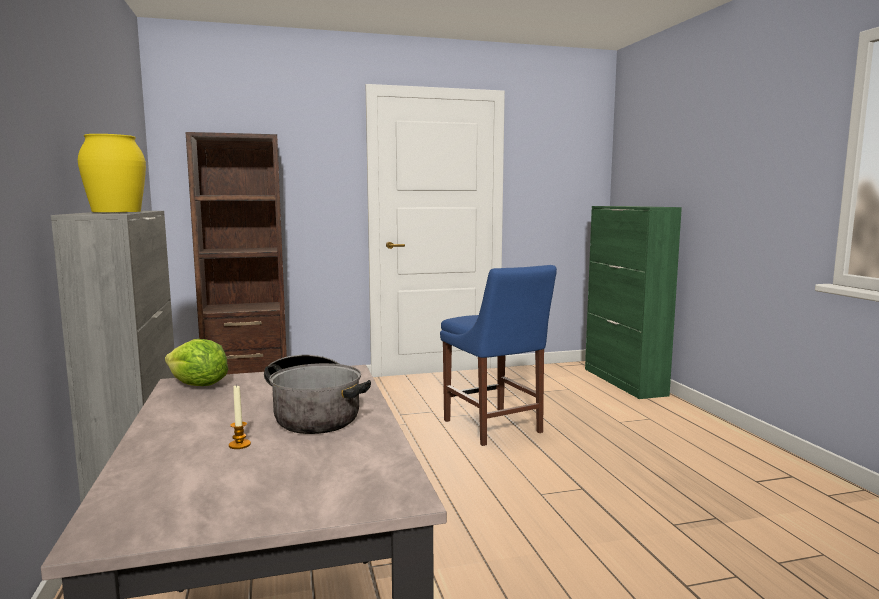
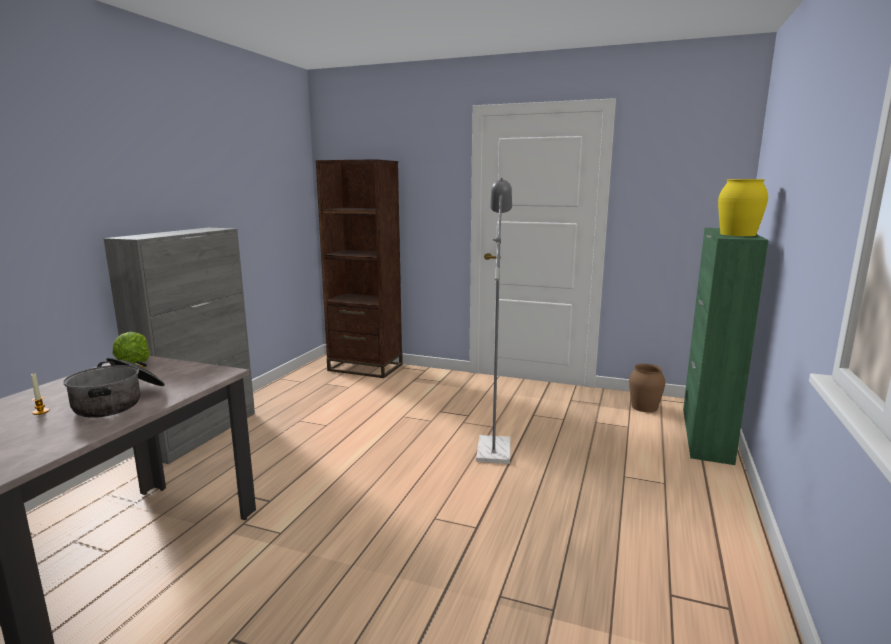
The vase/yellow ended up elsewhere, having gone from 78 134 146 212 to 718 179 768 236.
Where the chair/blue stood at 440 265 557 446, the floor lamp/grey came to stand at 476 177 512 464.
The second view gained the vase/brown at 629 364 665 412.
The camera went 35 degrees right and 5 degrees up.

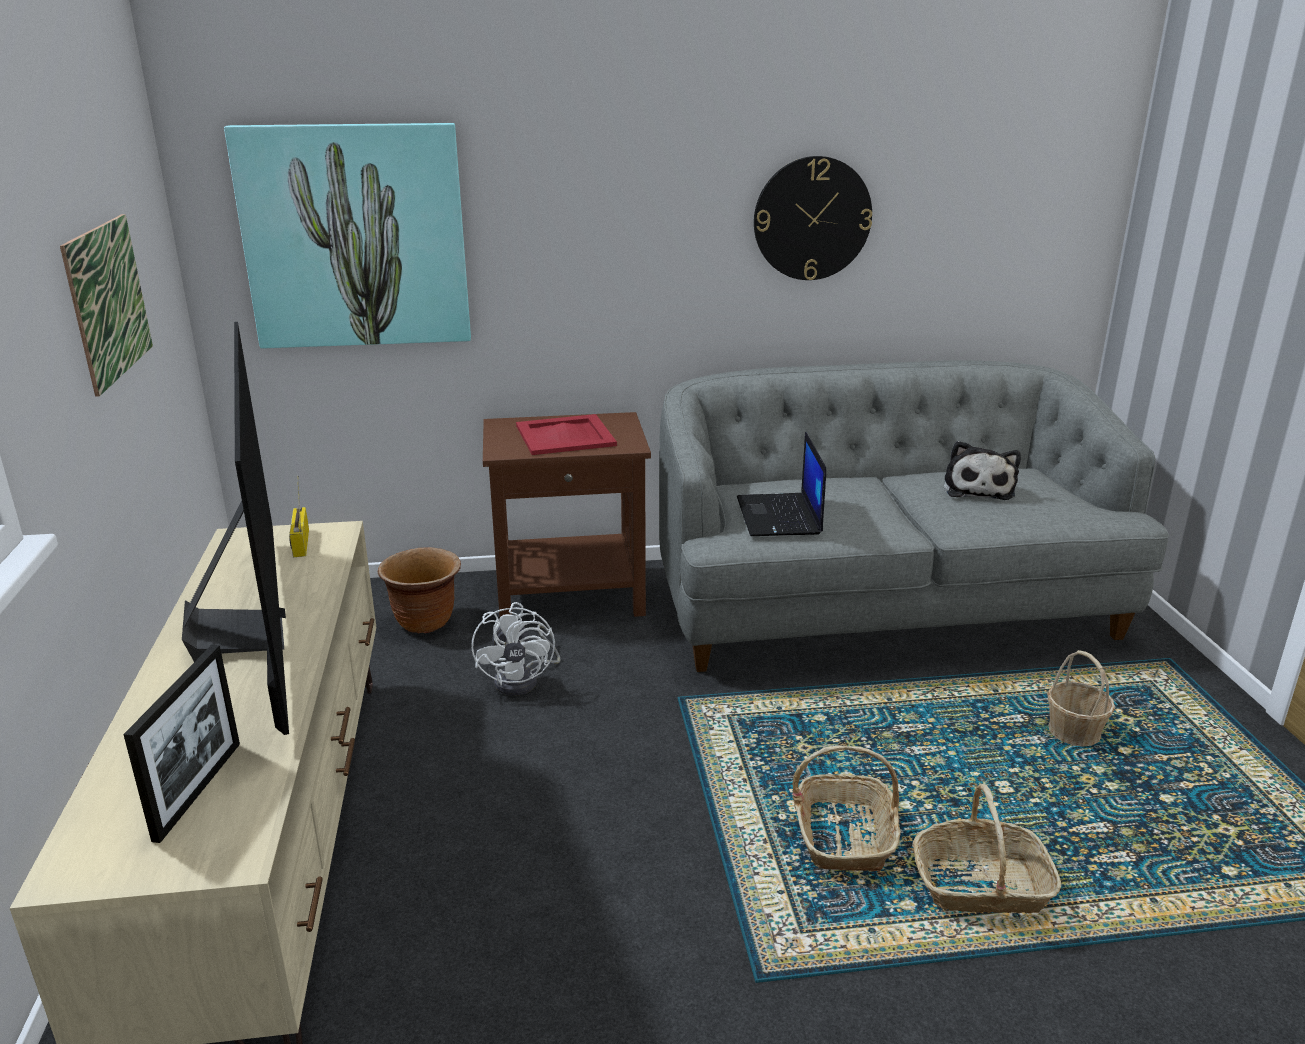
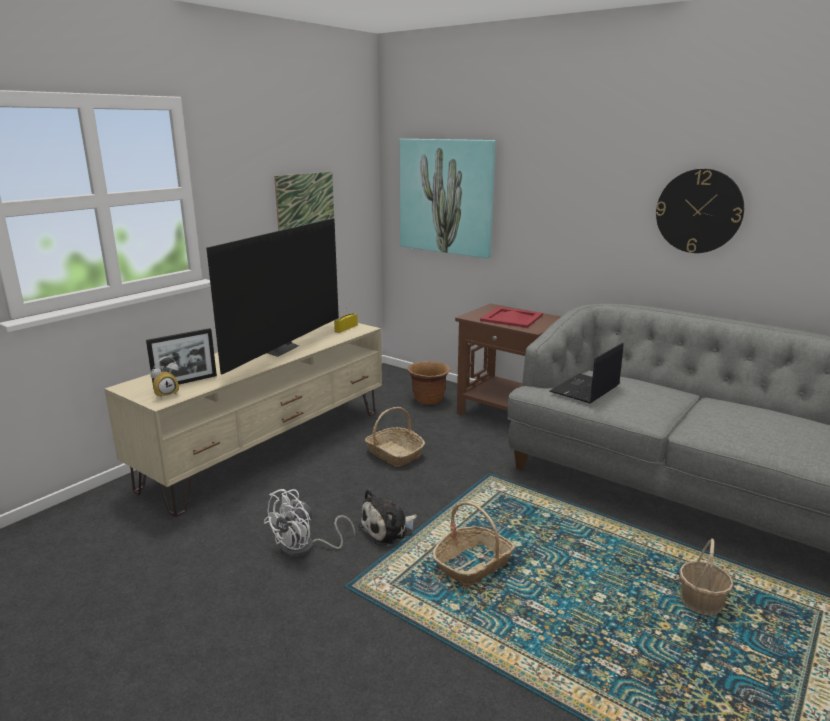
The plush toy ended up elsewhere, having gone from 944 441 1021 500 to 358 489 417 546.
The fan/white ended up elsewhere, having gone from 471 602 560 696 to 263 489 355 558.
The basket ended up elsewhere, having gone from 912 784 1061 913 to 365 407 425 467.
The second view gained the alarm clock at 151 356 179 399.
The camera went 45 degrees right and 5 degrees down.

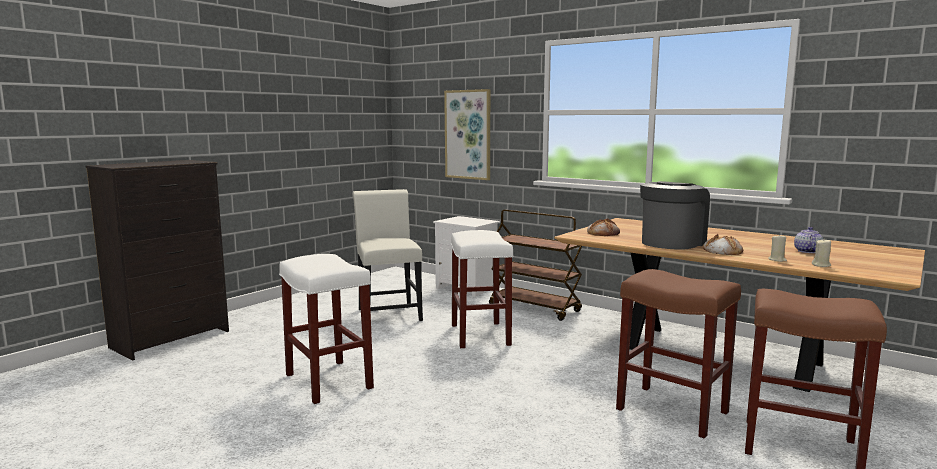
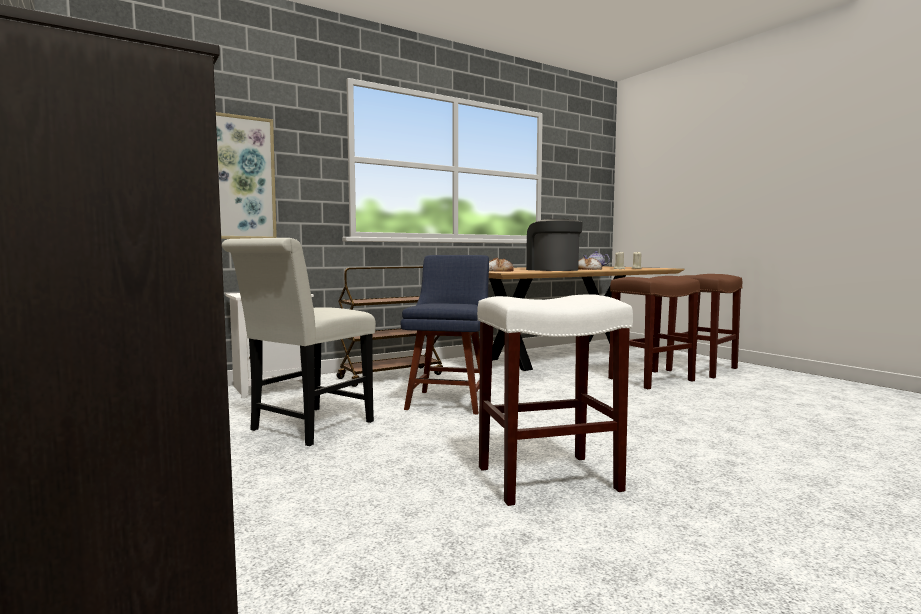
The chair/white at 353 189 423 321 ended up facing another way, 60 degrees counterclockwise from before.
Where the stool/white stood at 451 230 514 348, the chair/blue came to stand at 401 255 489 415.
The camera went 70 degrees left and 5 degrees down.

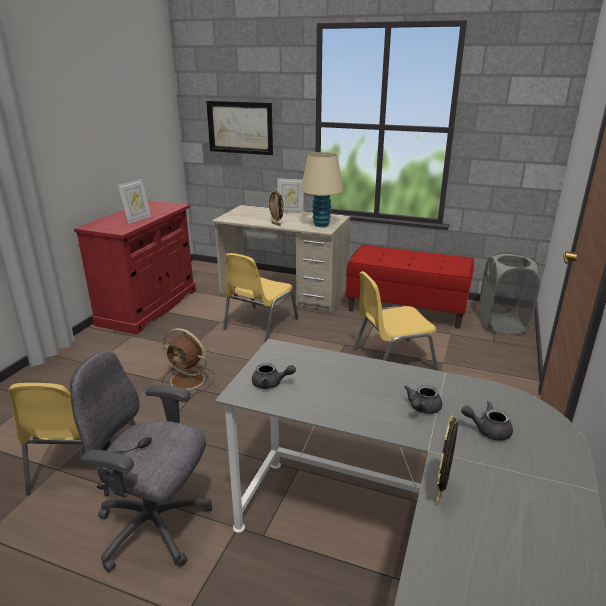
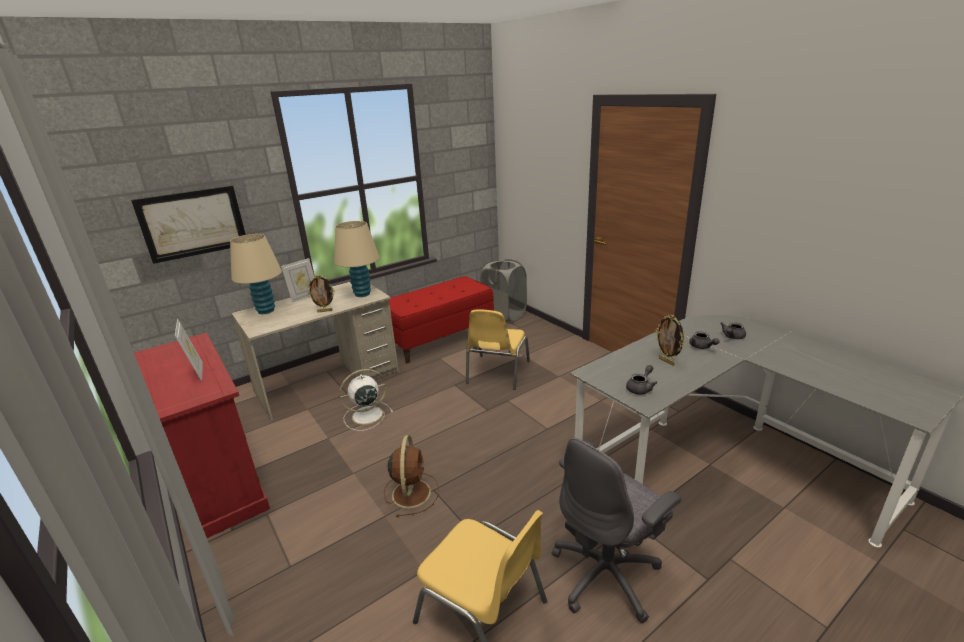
Where the chair/yellow stood at 223 253 298 342, the fan/white came to stand at 339 369 393 431.
The fan/brown at 162 328 215 395 ended up facing another way, 60 degrees counterclockwise from before.
The picture frame ended up elsewhere, having gone from 436 415 458 505 to 655 315 684 366.
The second view gained the table lamp/beige at 230 234 282 314.
The camera went 55 degrees left and 0 degrees up.

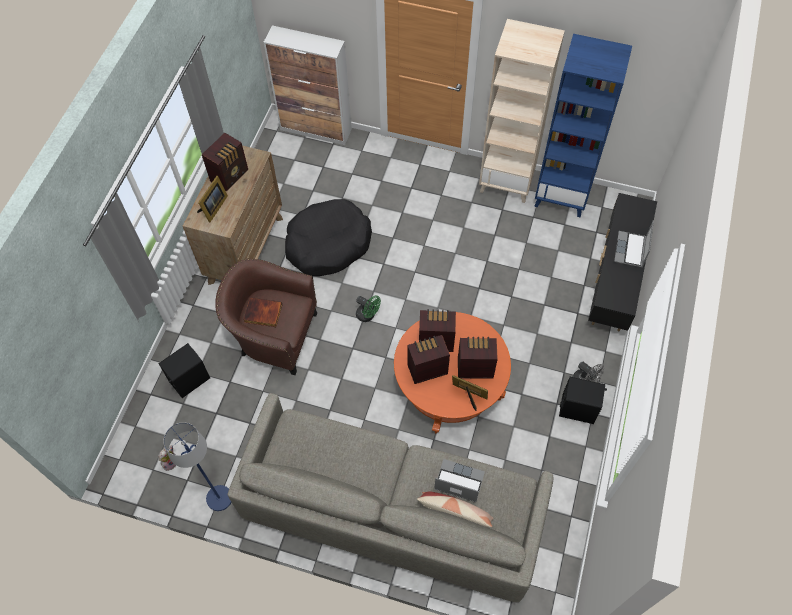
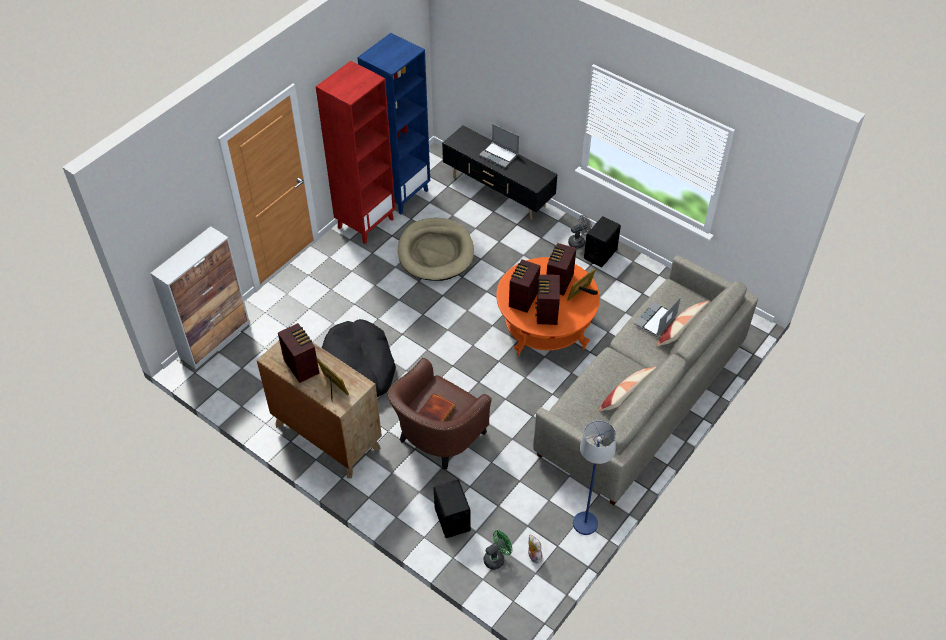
What was the bookcase/beige at 479 19 565 203 turned into the bookcase/red at 316 61 395 244.
The fan/green ended up elsewhere, having gone from 356 295 381 322 to 484 530 512 570.
The second view gained the dog bed/beige at 398 218 474 281.
The second view gained the pillow at 598 366 657 412.
The camera went 70 degrees left and 10 degrees down.

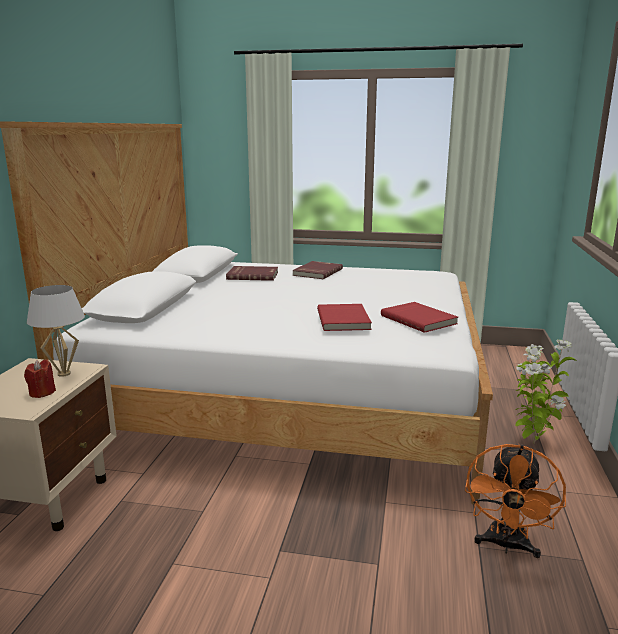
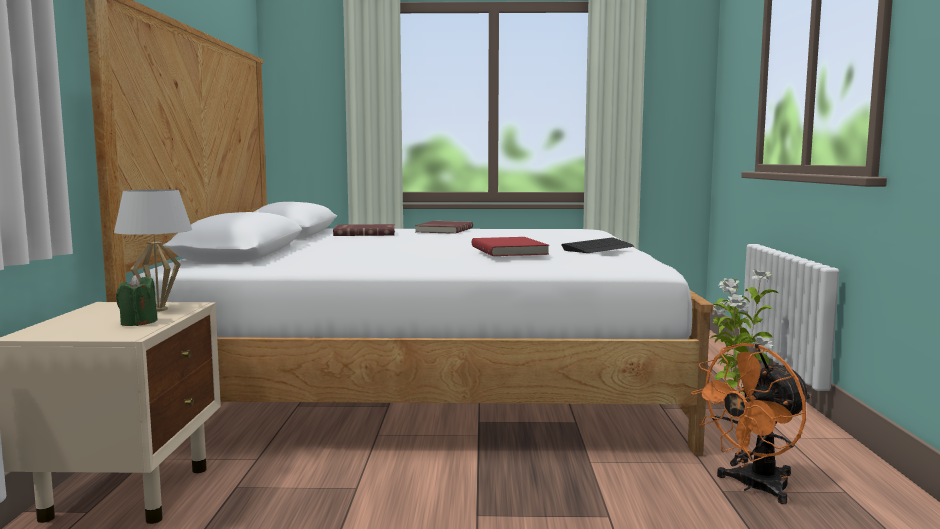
Where the book/red stood at 381 302 458 333, the keyboard came to stand at 561 237 634 253.
What was the candle/red at 24 359 56 398 turned into the candle/green at 116 275 157 326.
The fan/orange at 465 444 566 558 ended up facing another way, 45 degrees clockwise from before.
The camera went 10 degrees left and 10 degrees down.

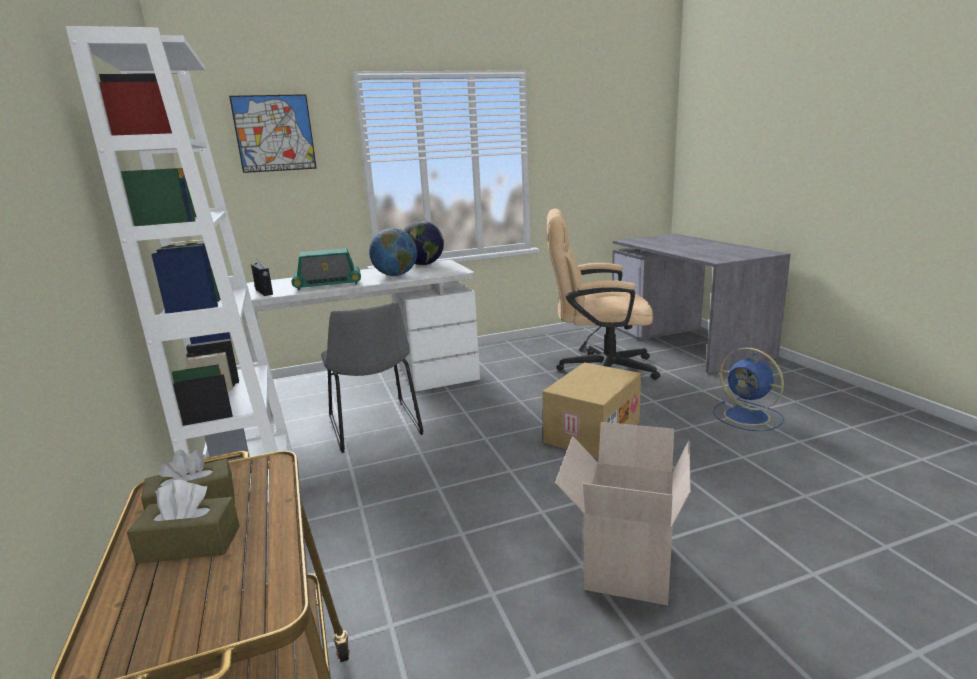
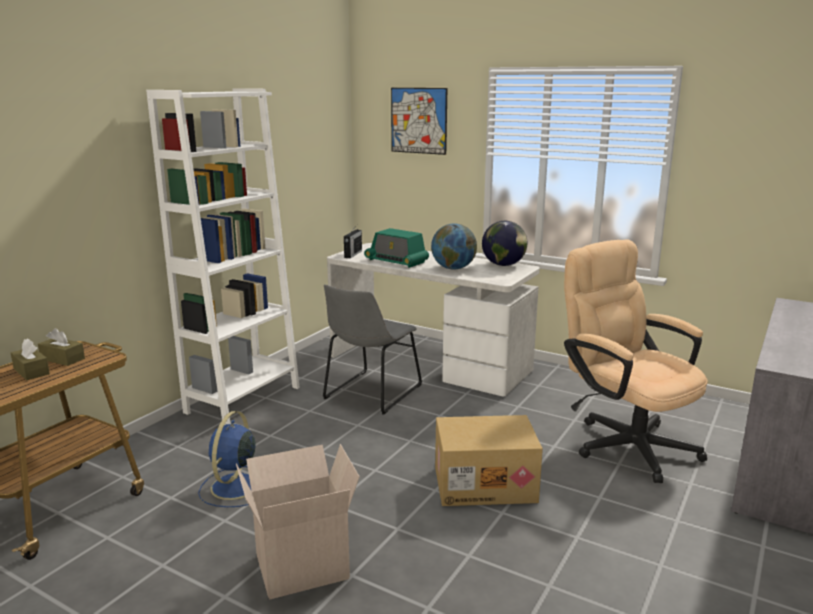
The fan/blue ended up elsewhere, having gone from 713 348 784 431 to 198 411 256 507.
The camera went 50 degrees right and 0 degrees up.

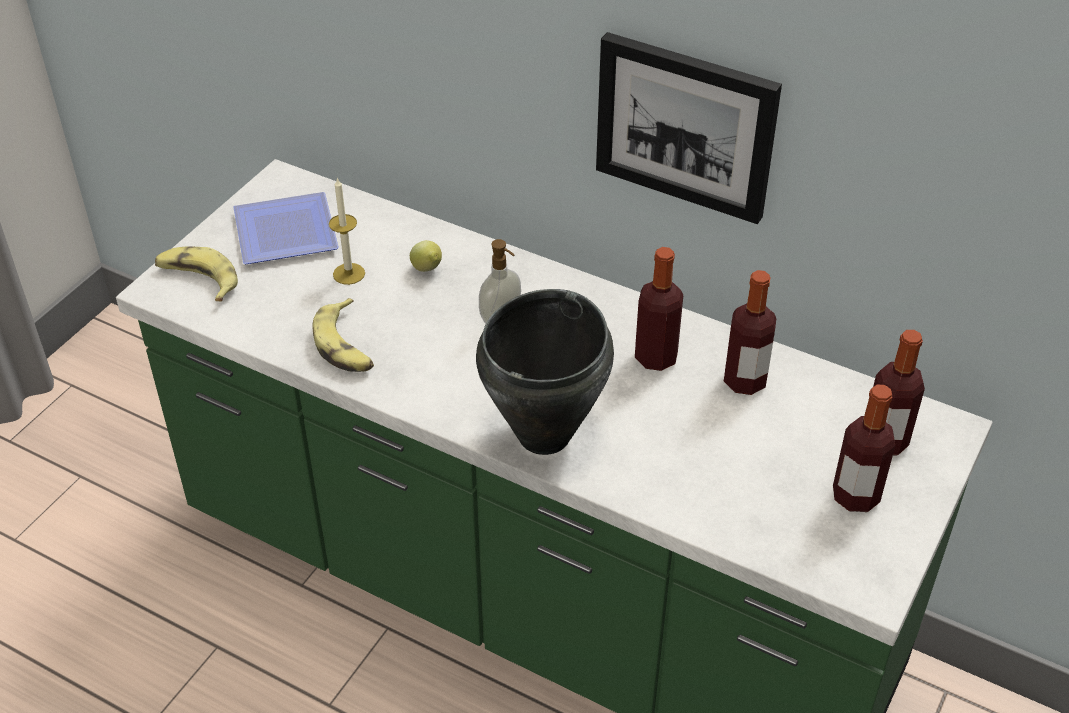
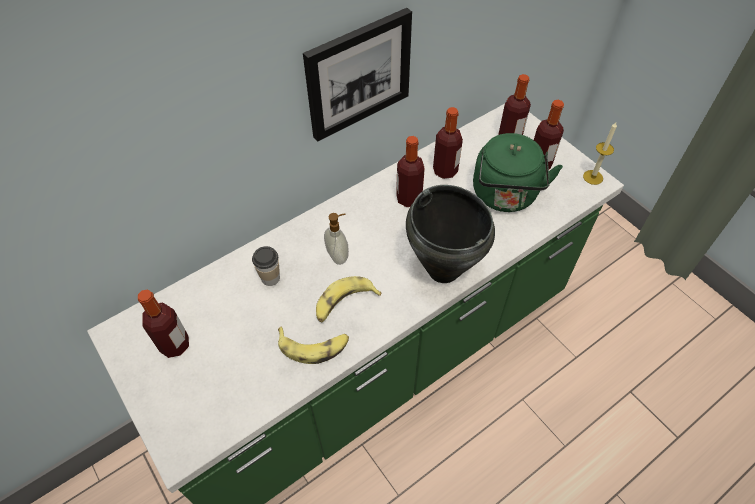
The candle ended up elsewhere, having gone from 329 178 365 285 to 583 122 617 185.
Where the plate stood at 233 192 339 264, the bottle came to stand at 138 290 189 358.
Where the lemon stood at 410 240 442 272, the cup came to stand at 252 246 280 286.
The banana ended up elsewhere, having gone from 155 246 238 301 to 316 276 381 323.
The second view gained the kettle/green at 473 133 563 212.
The camera went 65 degrees left and 10 degrees up.

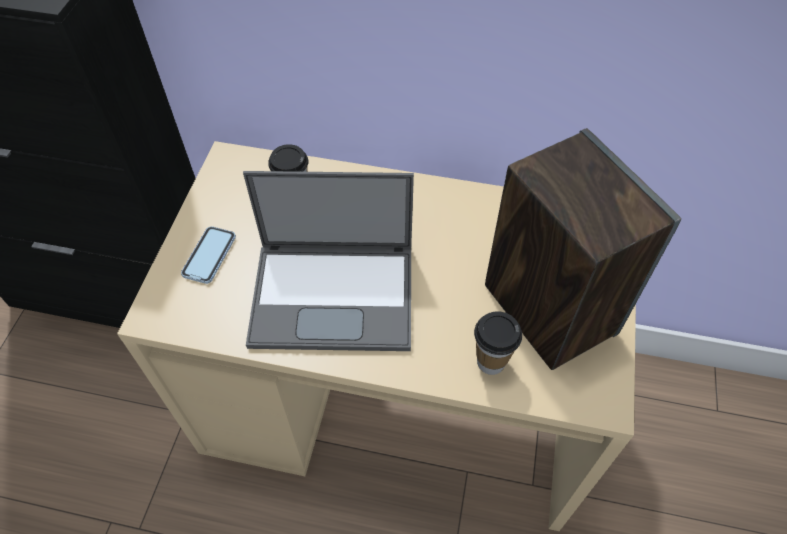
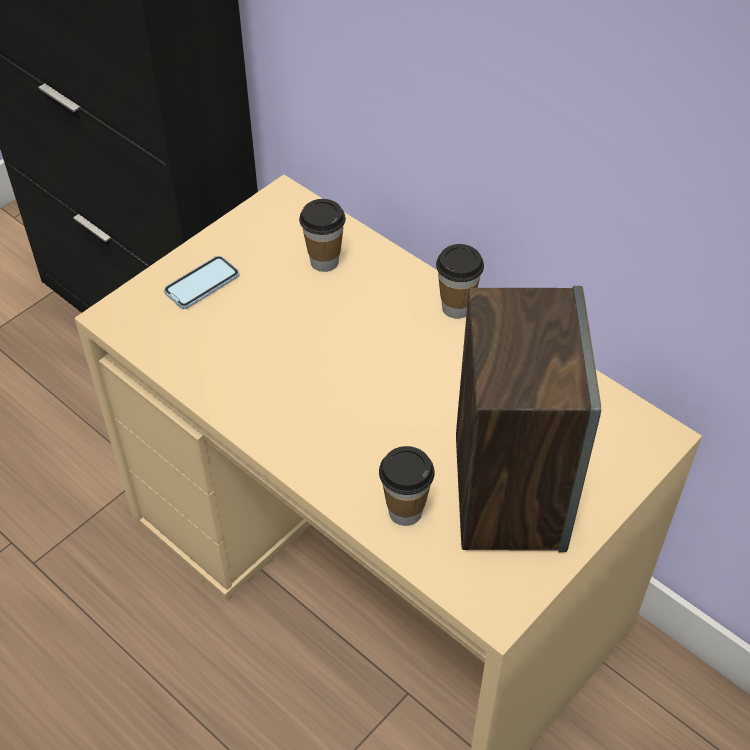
The second view lost the laptop at 243 171 414 351.
The second view gained the cup at 436 244 484 319.
The camera went 30 degrees right and 5 degrees down.

